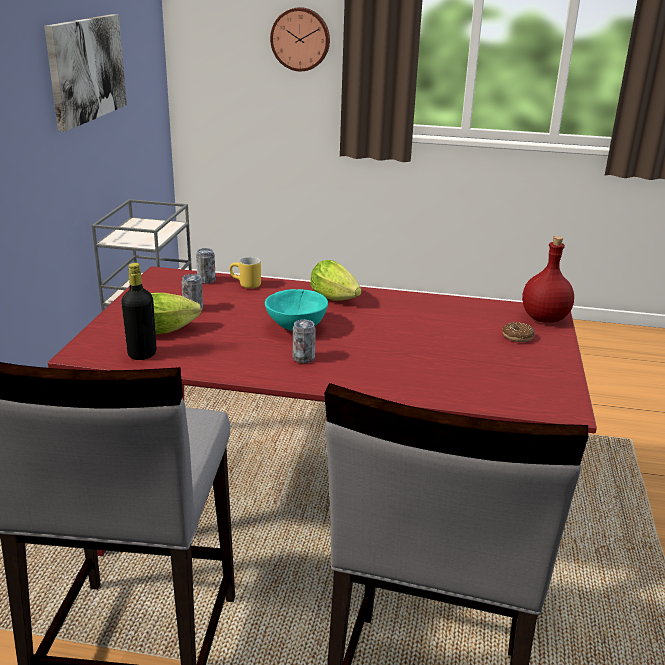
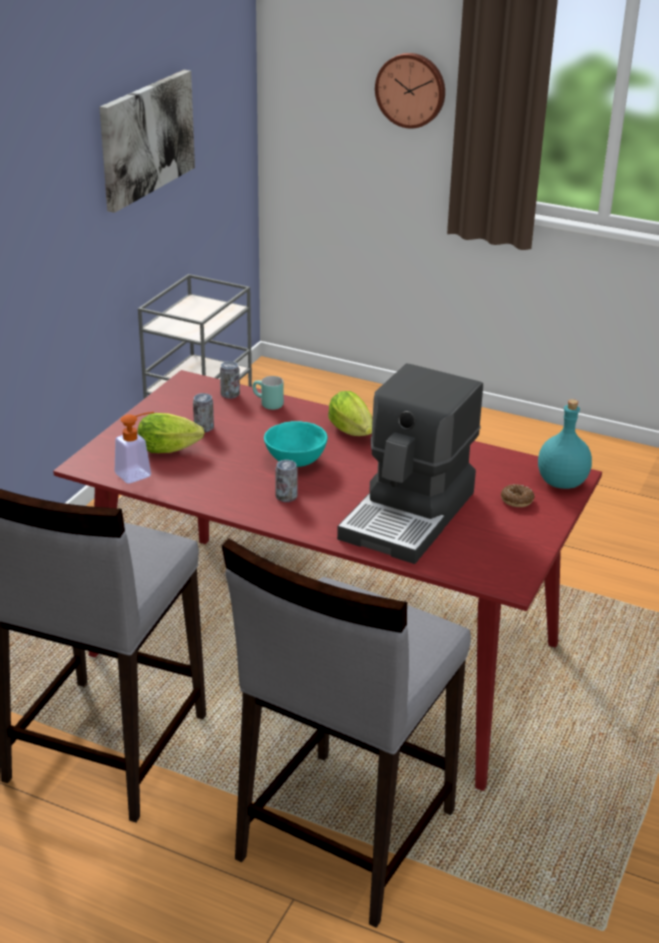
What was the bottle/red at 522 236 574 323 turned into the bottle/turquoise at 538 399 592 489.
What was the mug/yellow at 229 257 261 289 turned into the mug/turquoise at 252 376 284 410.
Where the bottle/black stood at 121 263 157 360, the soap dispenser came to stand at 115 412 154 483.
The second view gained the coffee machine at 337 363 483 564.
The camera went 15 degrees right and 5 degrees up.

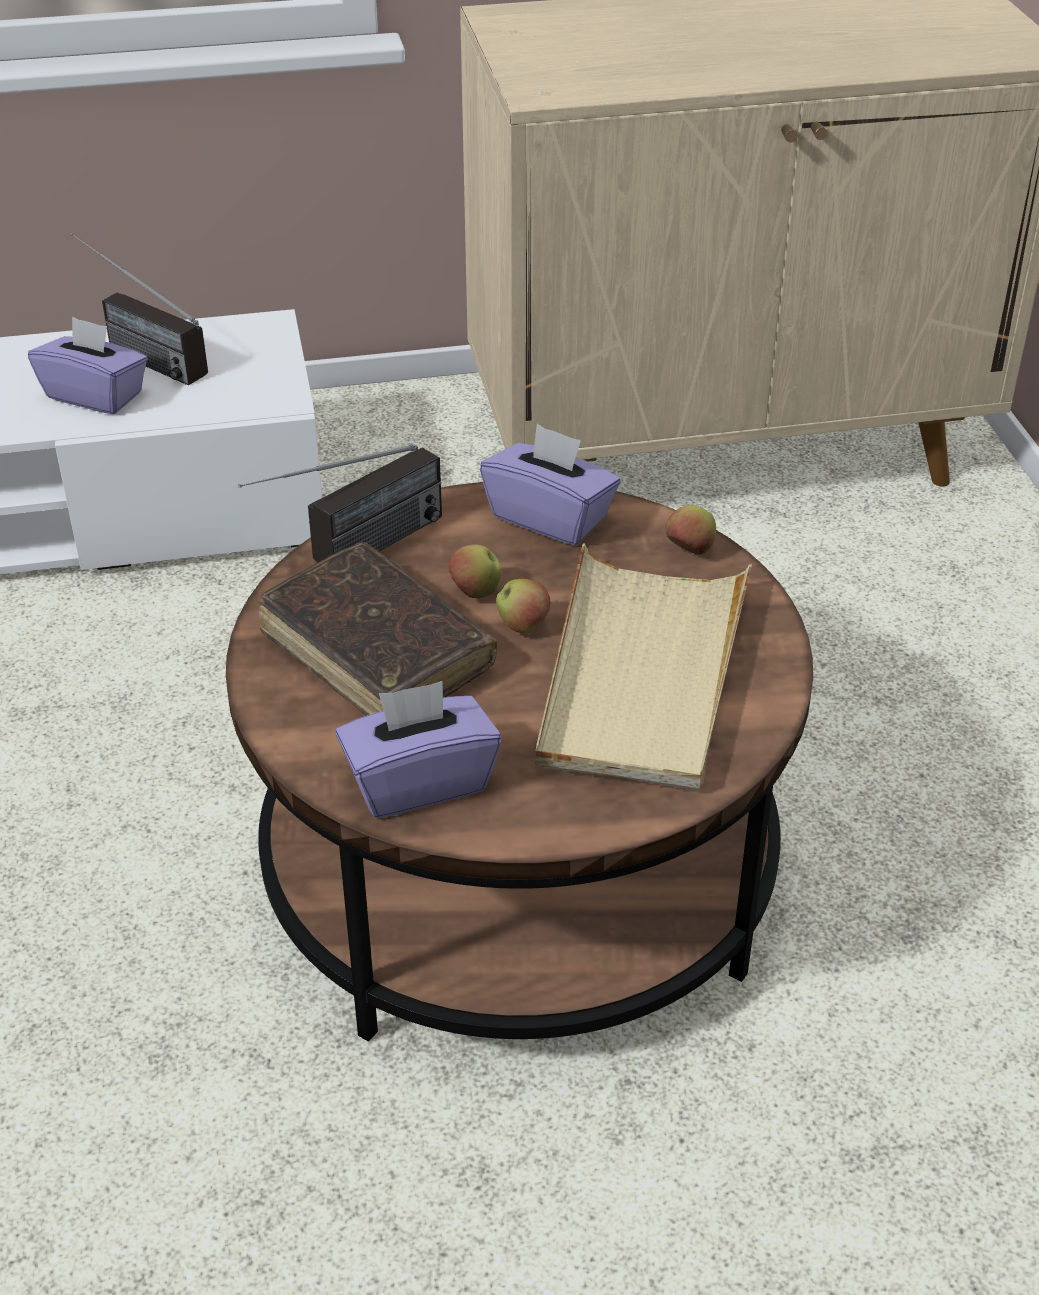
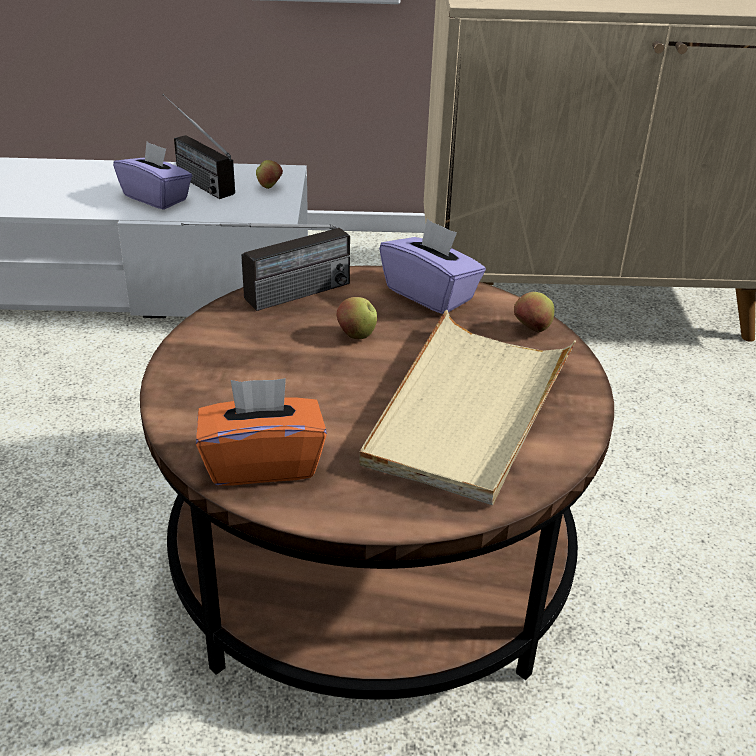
The second view lost the book/brown at 258 542 497 716.
The apple ended up elsewhere, having gone from 496 579 551 634 to 256 160 283 189.
What was the tissue box/purple at 335 681 501 818 turned into the tissue box/orange at 196 378 327 486.
The camera went 10 degrees right and 5 degrees down.

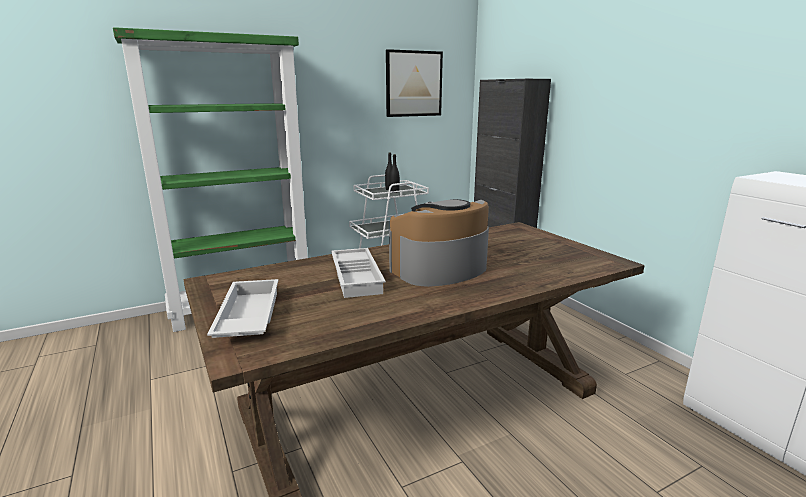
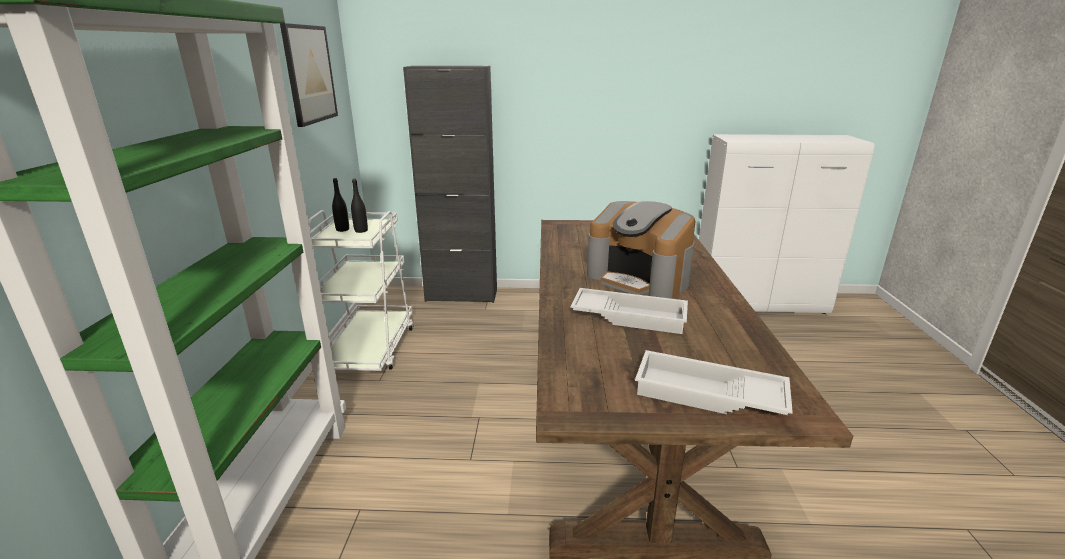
The coffee machine at 389 199 489 287 ended up facing another way, 45 degrees counterclockwise from before.
The camera went 60 degrees left and 5 degrees up.

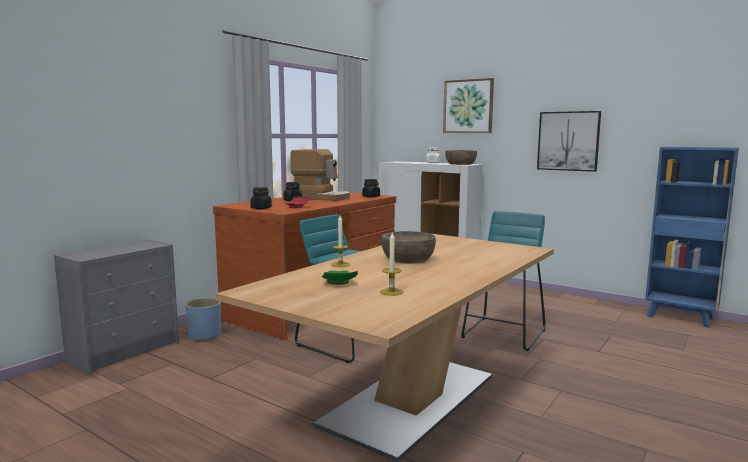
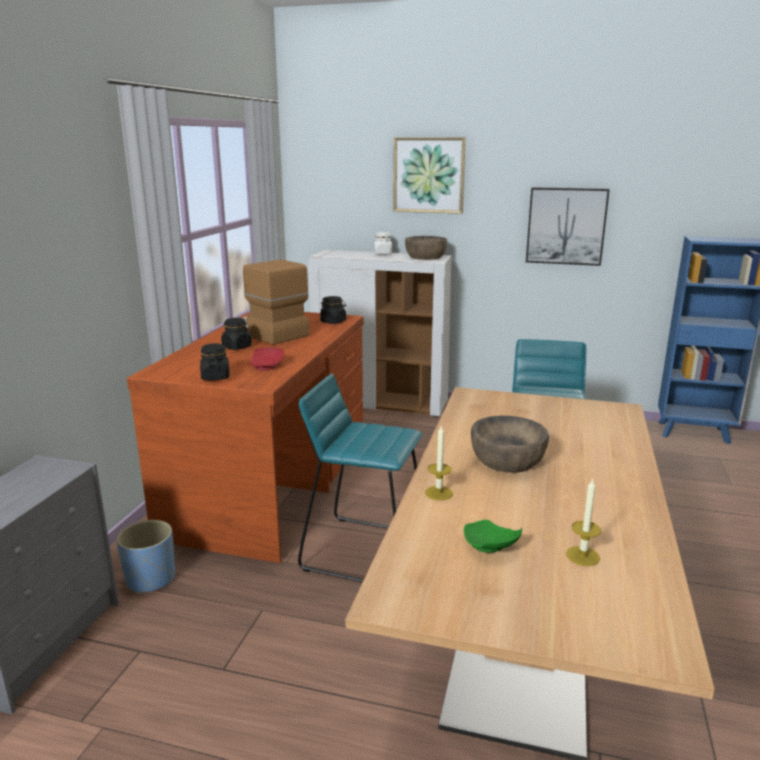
The coffee machine at 290 149 350 201 ended up facing another way, 135 degrees counterclockwise from before.
The camera went 20 degrees left and 10 degrees up.

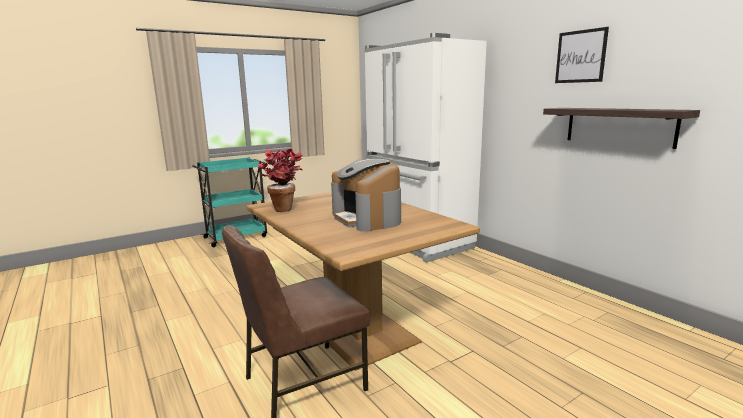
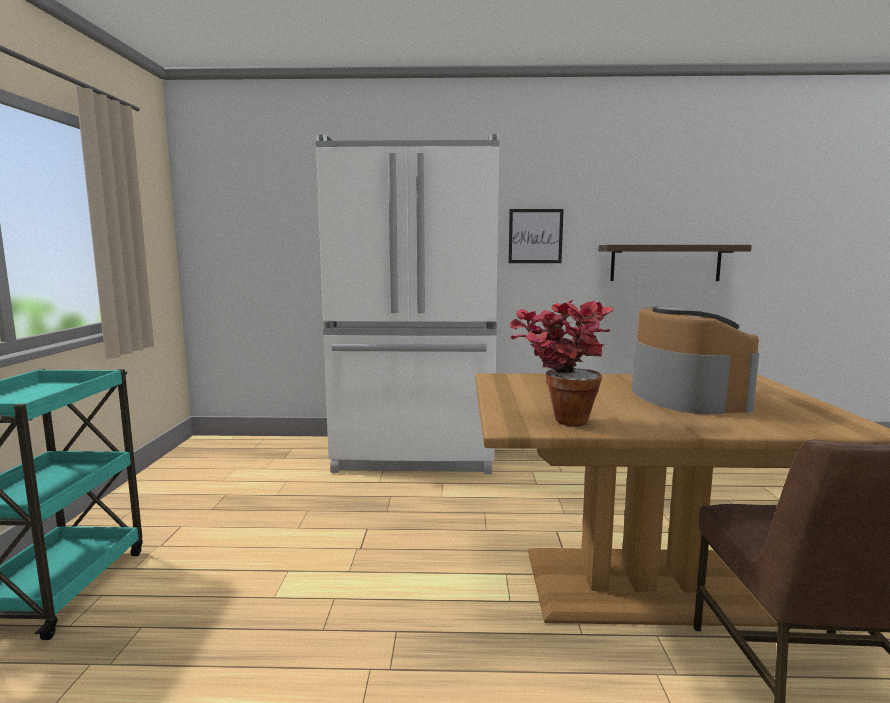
The picture ended up elsewhere, having gone from 555 27 609 83 to 508 209 564 263.
The coffee machine at 331 159 401 232 ended up facing another way, 105 degrees counterclockwise from before.
The camera went 55 degrees left and 5 degrees down.

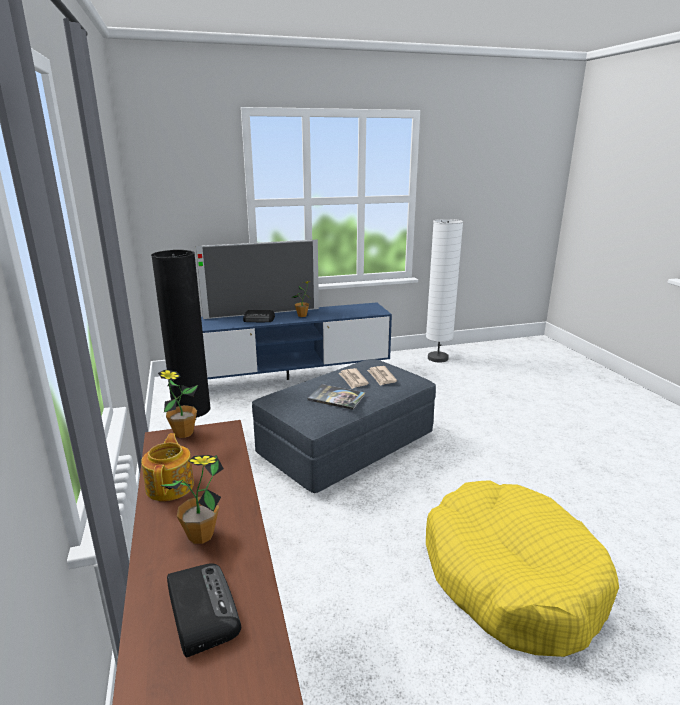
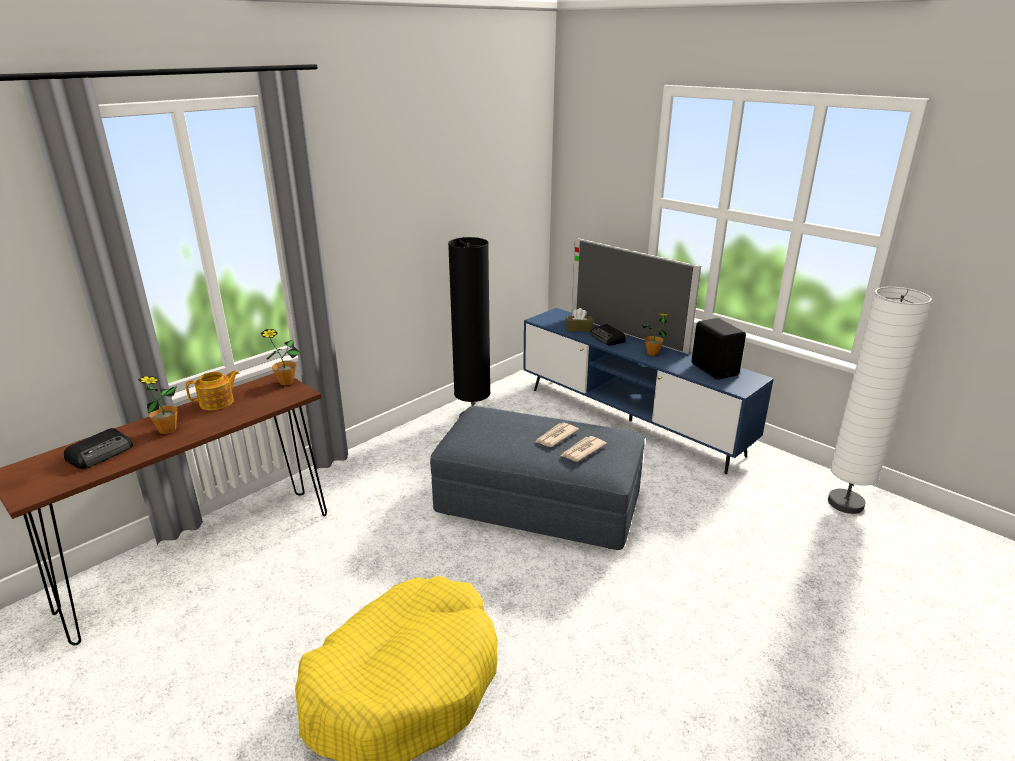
The second view lost the book at 308 384 365 410.
The second view gained the tissue box/brown at 566 308 593 332.
The second view gained the speaker/black at 691 318 746 379.
The camera went 60 degrees right and 5 degrees up.

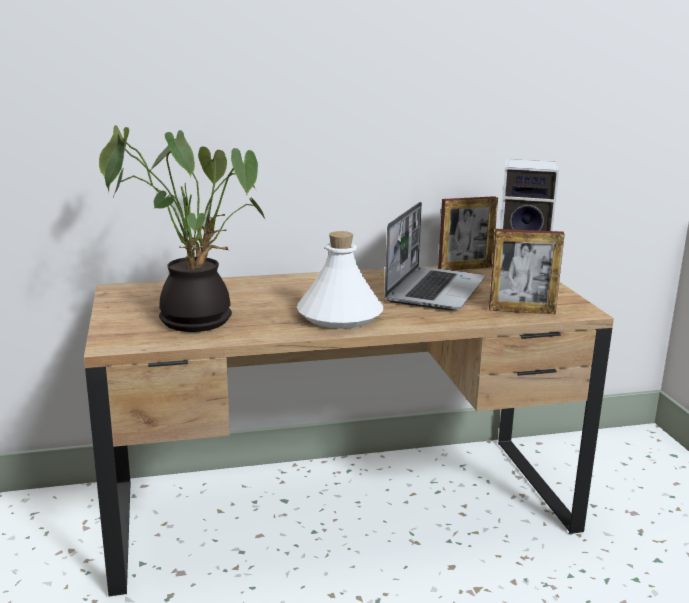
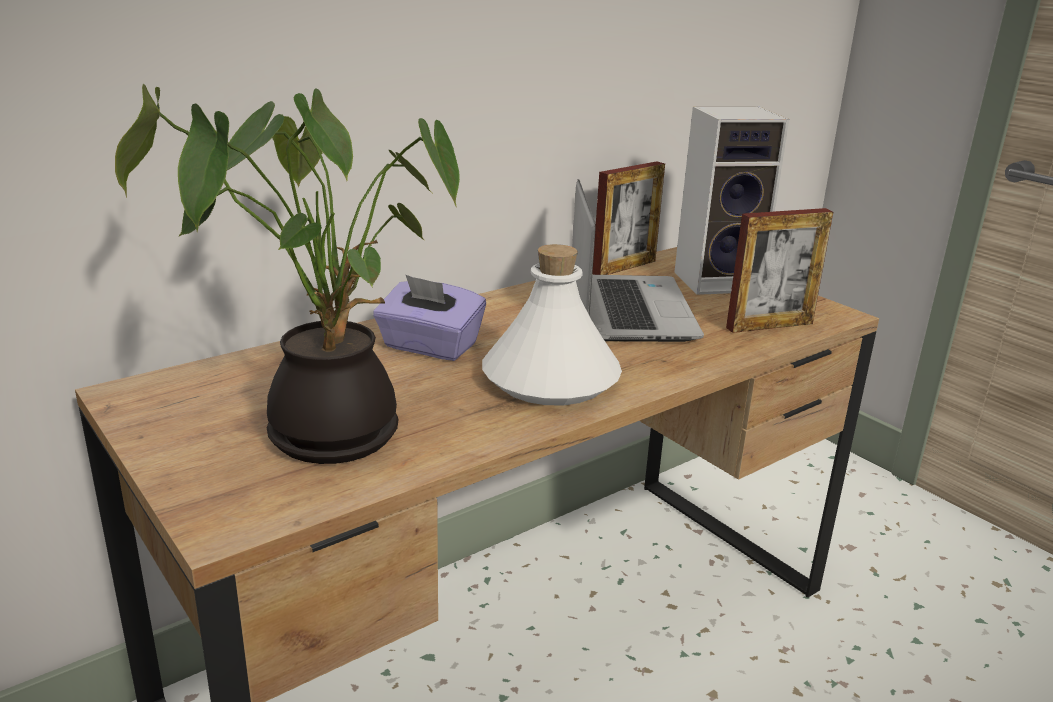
The second view gained the tissue box/purple at 373 274 486 361.
The camera went 25 degrees left and 5 degrees up.

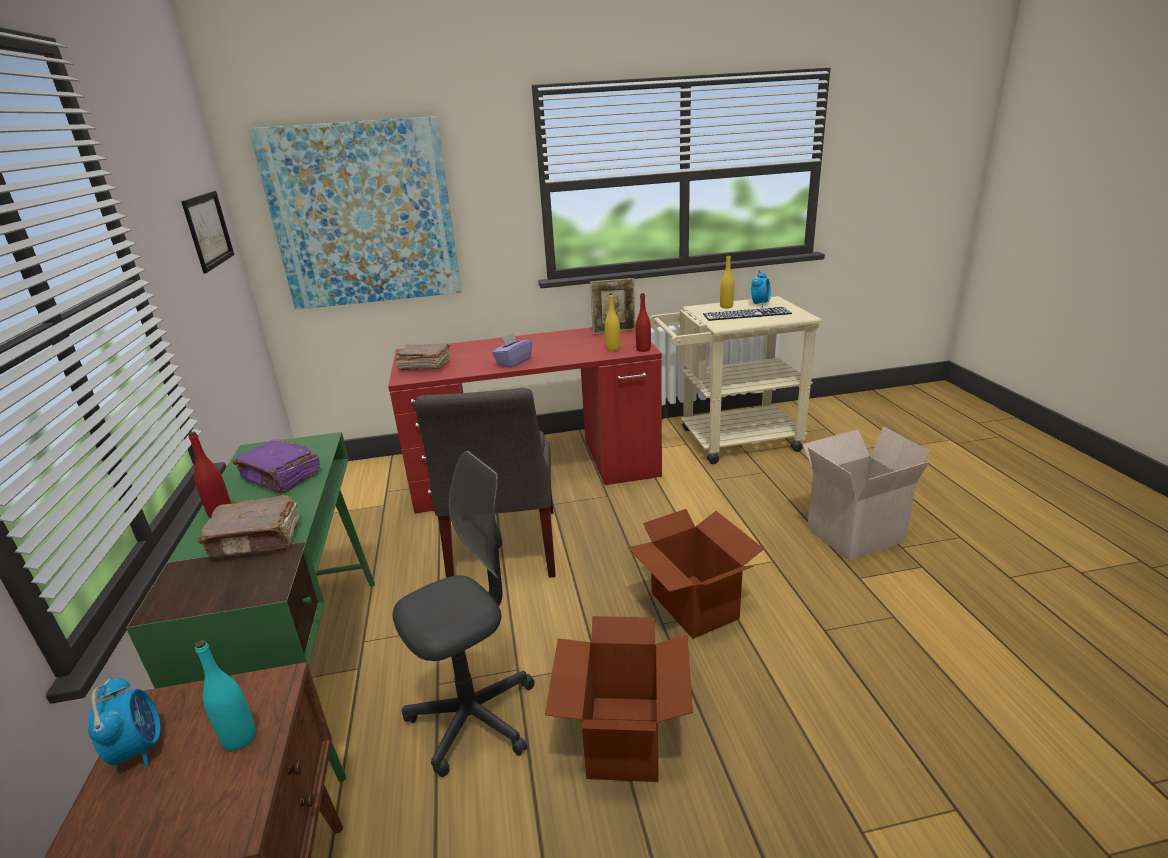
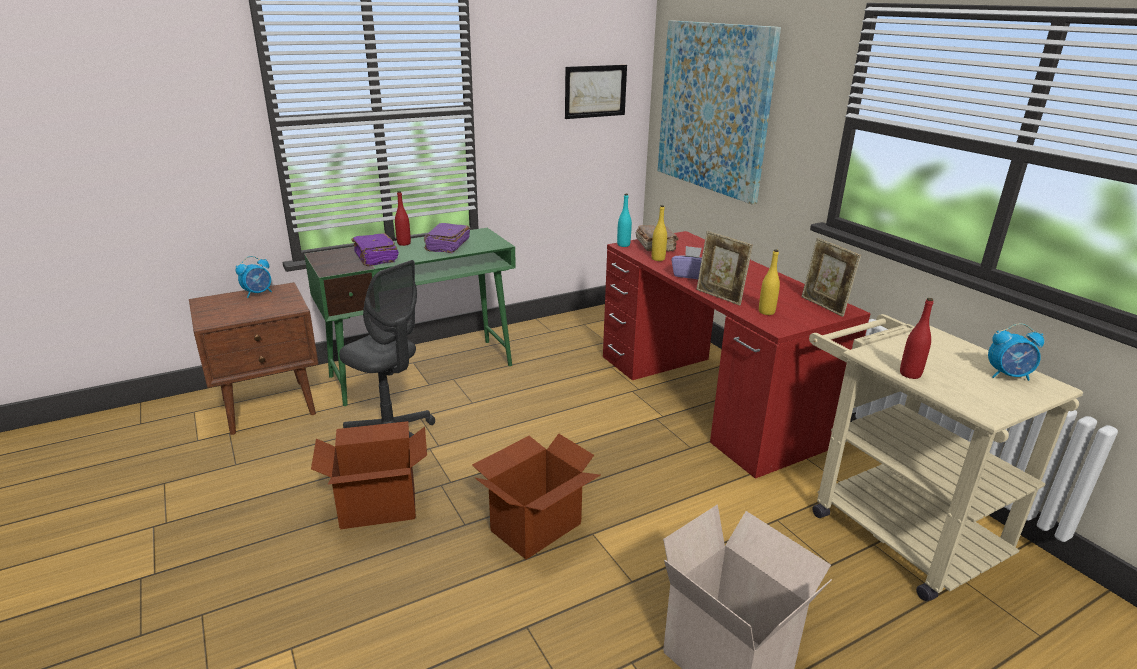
The bottle/yellow ended up elsewhere, having gone from 720 255 734 309 to 652 205 667 261.
The bottle/red ended up elsewhere, having gone from 636 293 651 352 to 900 298 933 379.
The second view lost the keyboard at 703 307 792 321.
The second view lost the chair/grey at 414 388 556 578.
What was the book/brown at 198 495 299 558 turned into the book/purple at 351 233 399 266.
The bottle/turquoise ended up elsewhere, having gone from 195 640 256 751 to 617 194 632 247.
The second view gained the picture frame at 697 231 753 305.
The camera went 70 degrees right and 0 degrees up.

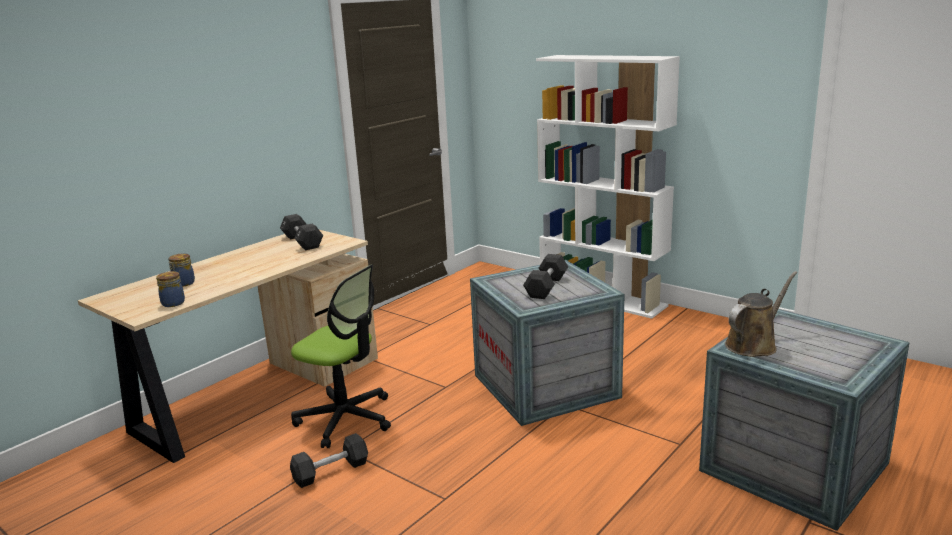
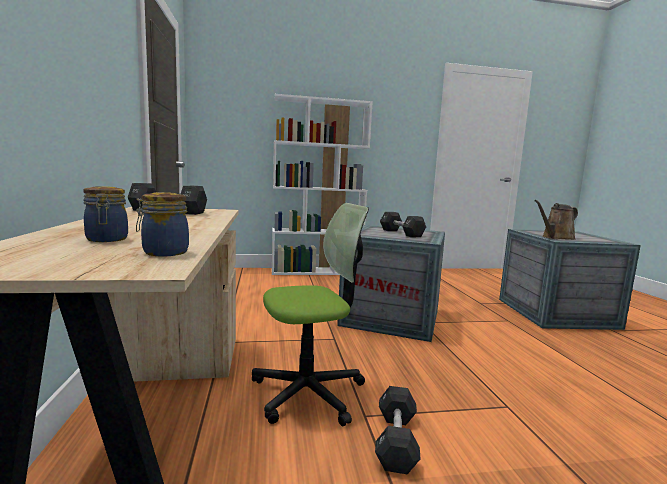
The watering can/brown at 725 271 797 357 ended up facing another way, 120 degrees counterclockwise from before.
The camera went 50 degrees left and 10 degrees down.

